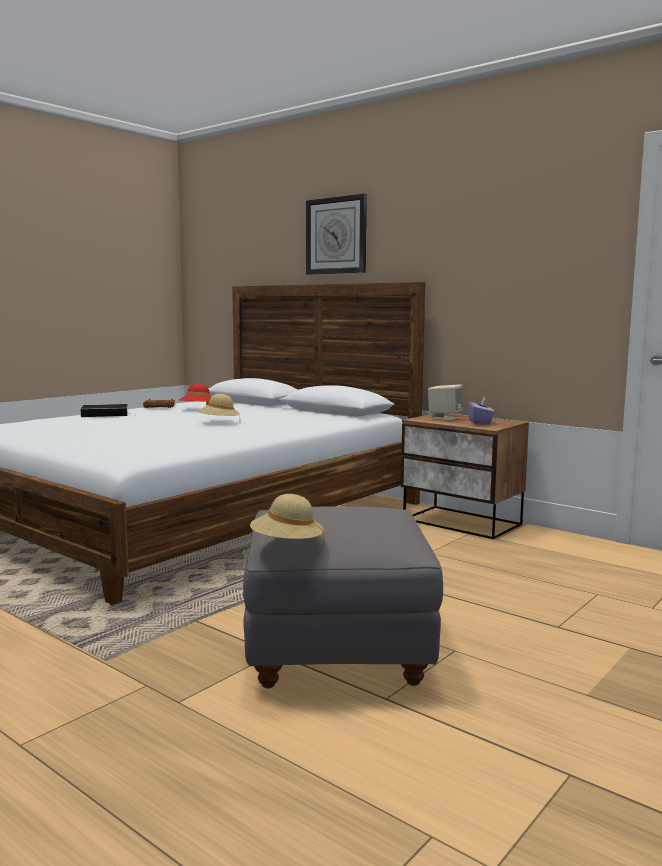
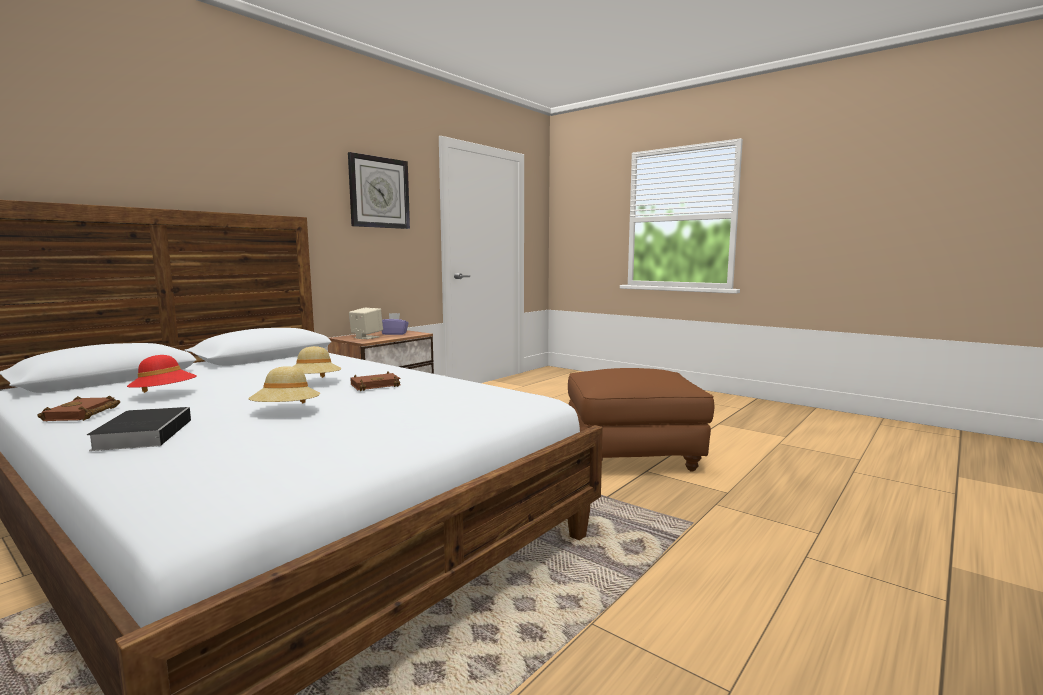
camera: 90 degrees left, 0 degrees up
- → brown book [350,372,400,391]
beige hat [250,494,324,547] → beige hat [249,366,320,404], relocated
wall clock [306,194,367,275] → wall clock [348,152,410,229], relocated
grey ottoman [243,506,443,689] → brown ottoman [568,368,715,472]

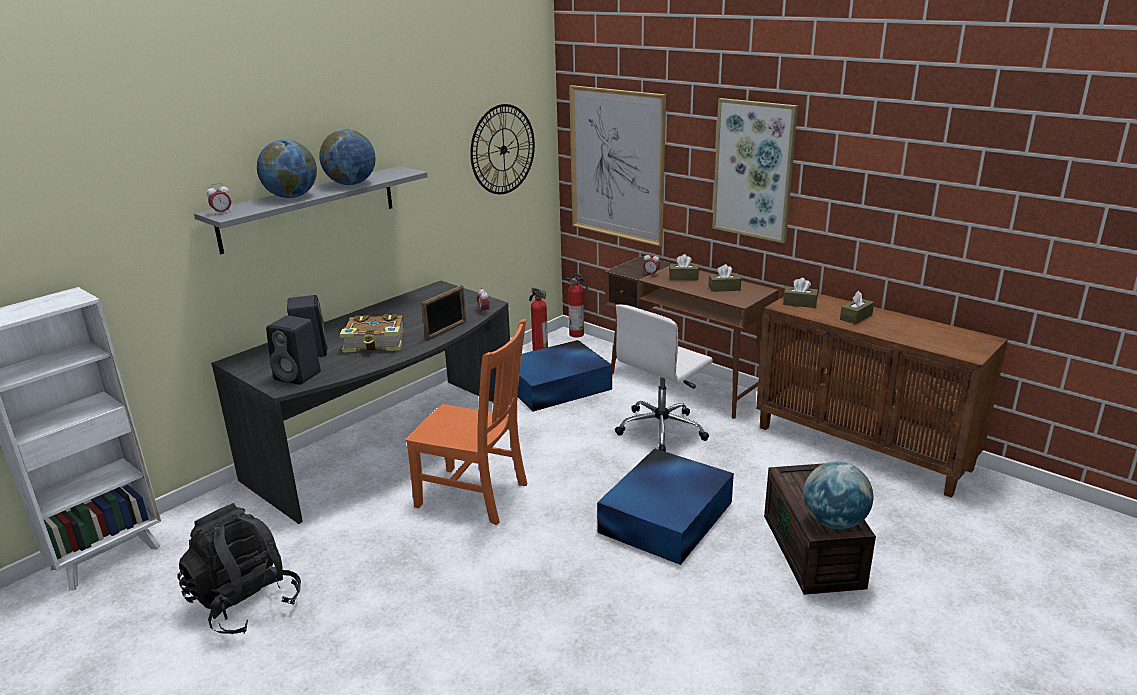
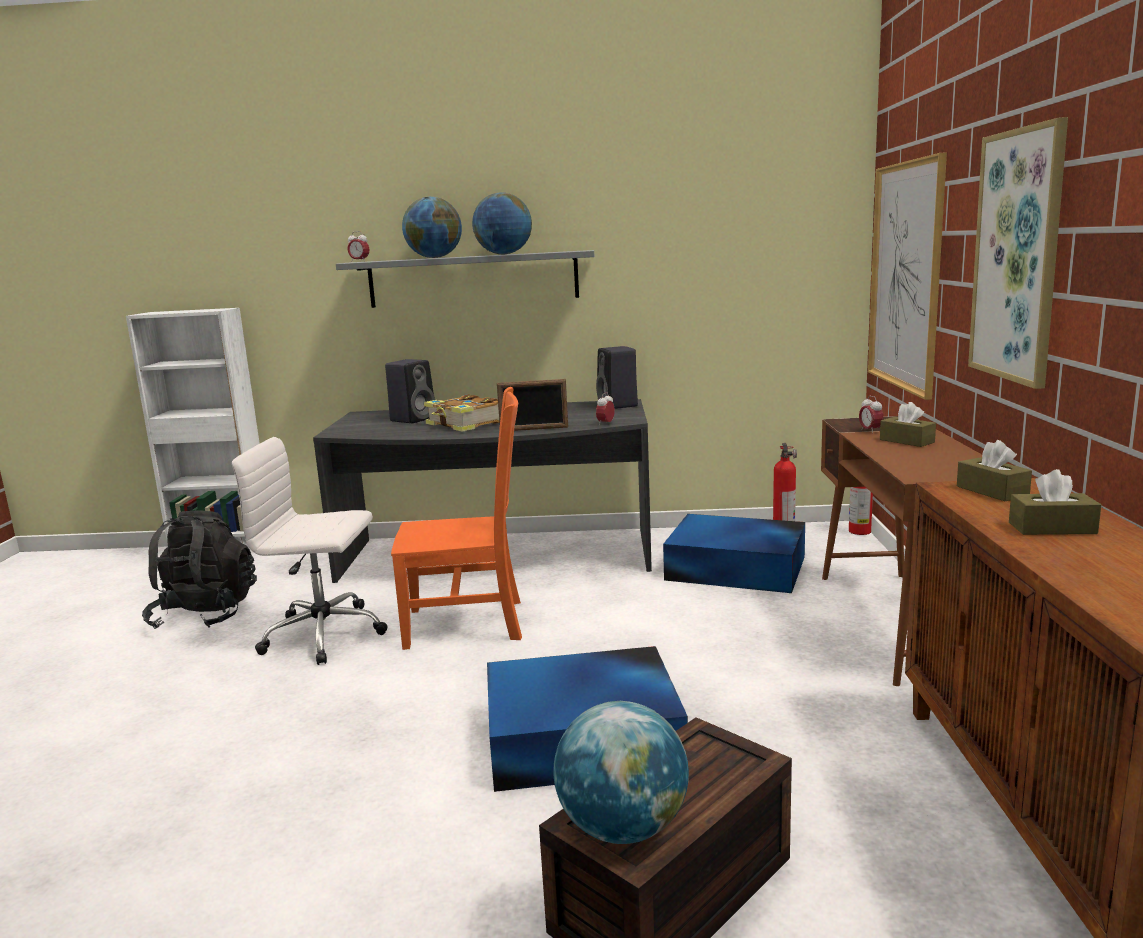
camera: 50 degrees right, 10 degrees down
wall clock [470,104,535,194] → -
brown tissue box [708,264,741,292] → -
black speaker [266,316,321,385] → black speaker [596,346,638,409], relocated
white office chair [615,304,713,452] → white office chair [232,437,387,665], relocated
orange chair [406,319,527,525] → orange chair [391,387,522,650], 75 degrees counterclockwise

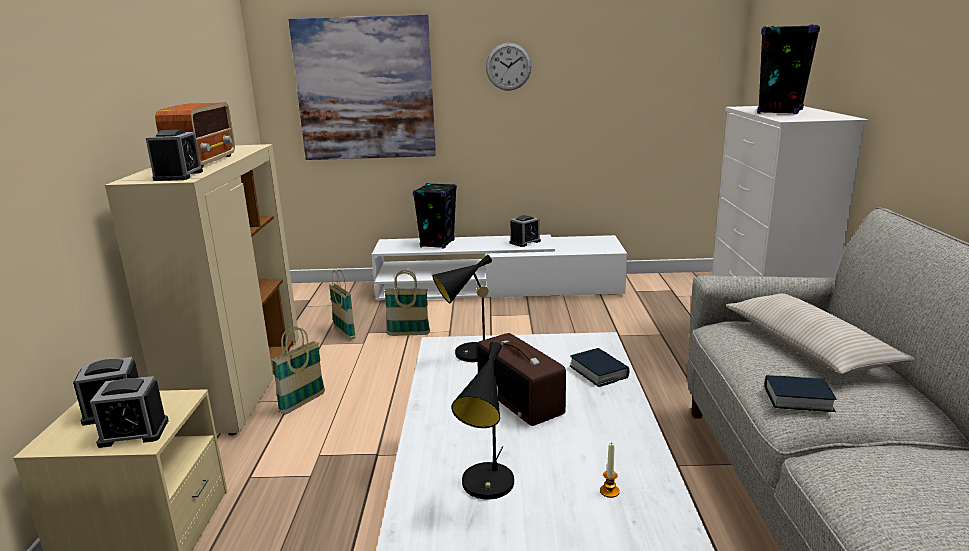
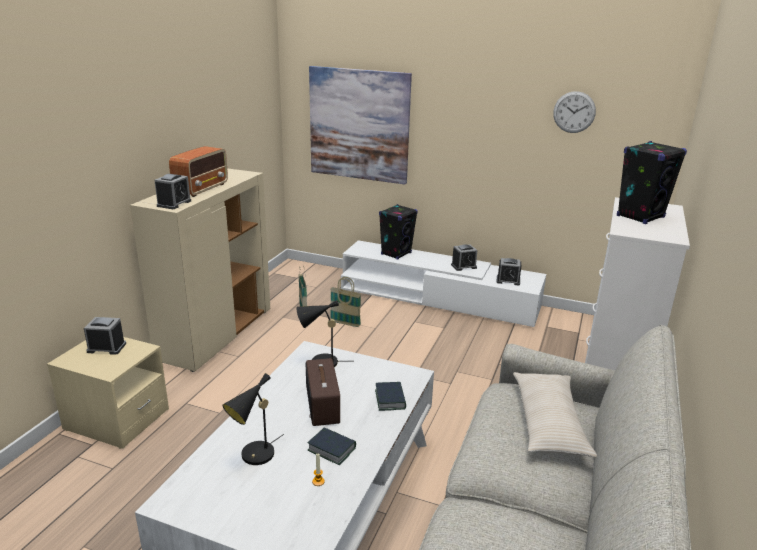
camera: 20 degrees right, 5 degrees up
basket [271,326,325,414] → -
alarm clock [90,376,169,448] → alarm clock [496,258,521,286], relocated
wall clock [486,43,532,91] → wall clock [553,91,596,133], relocated
book [764,375,836,412] → book [308,427,356,465], relocated

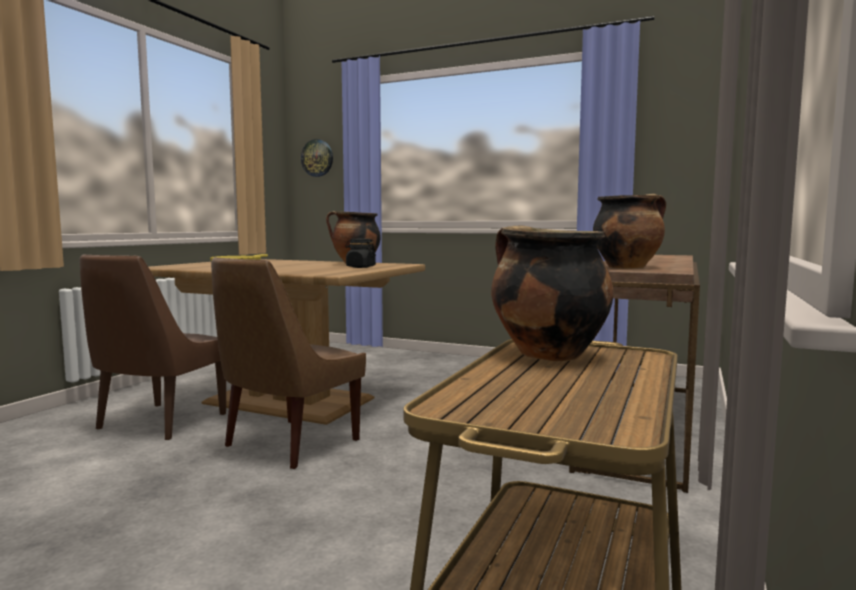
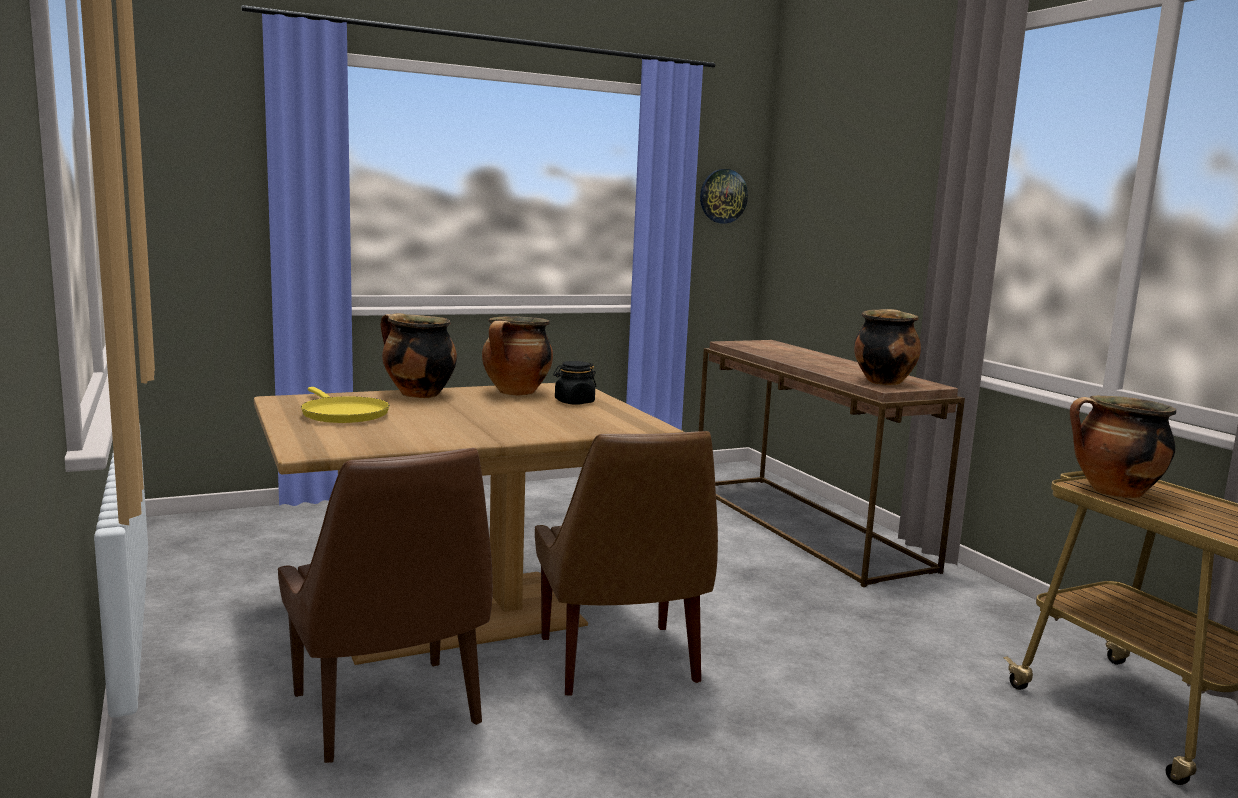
camera: 50 degrees left, 5 degrees up
- → cooking pot [381,313,457,398]
wall clock [301,139,333,177] → wall clock [700,169,748,224], relocated

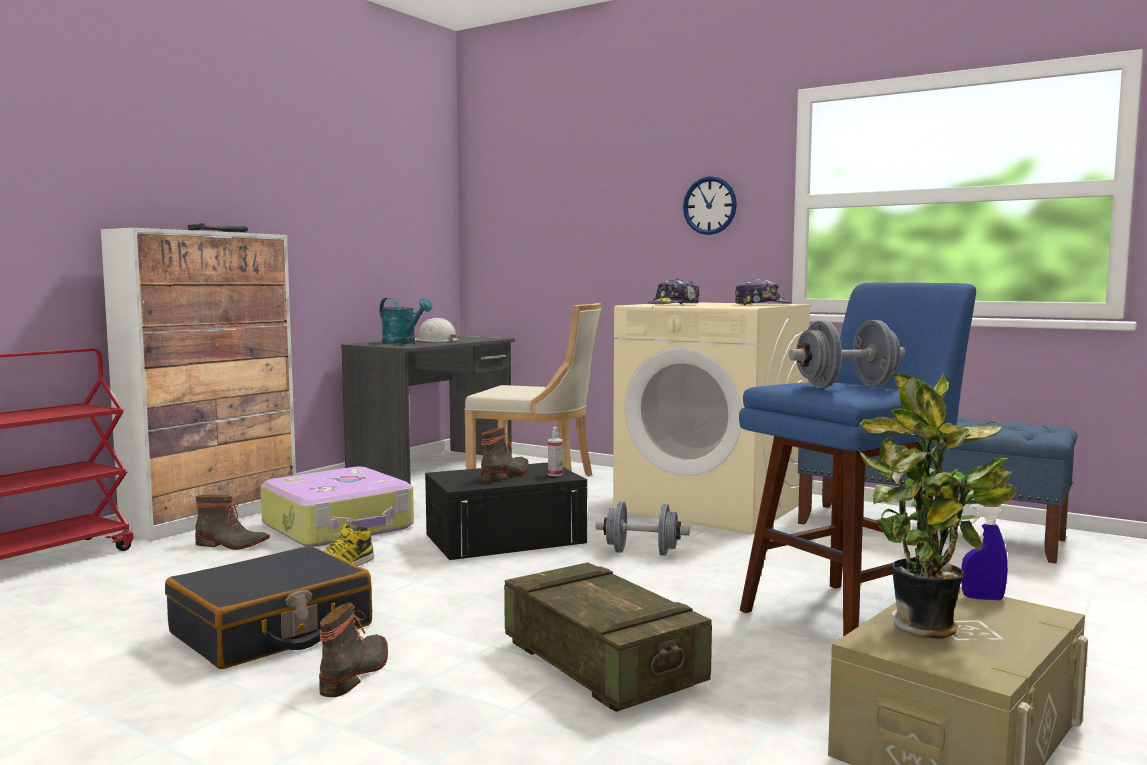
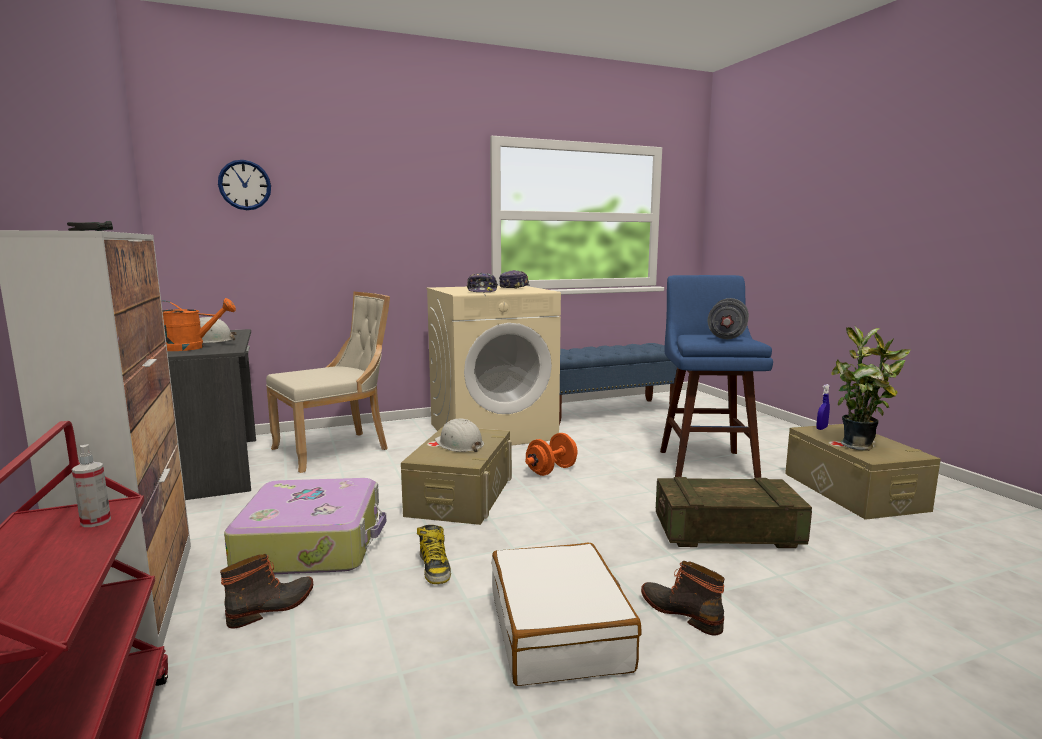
camera: 55 degrees left, 5 degrees up
spray bottle [548,427,563,476] → spray bottle [72,444,111,527], relocated
wall clock [683,176,737,235] → wall clock [218,160,271,210], relocated
boot [481,428,529,483] → white hard hat [435,418,484,452]
black suitcase [165,546,372,669] → white suitcase [492,543,642,686]
turquoise watering can [380,298,432,344] → orange watering can [161,298,236,351]
black storage box [425,462,587,560] → beige storage box [401,427,512,525]
grey dumbbell [596,501,690,556] → orange dumbbell [525,433,578,476]

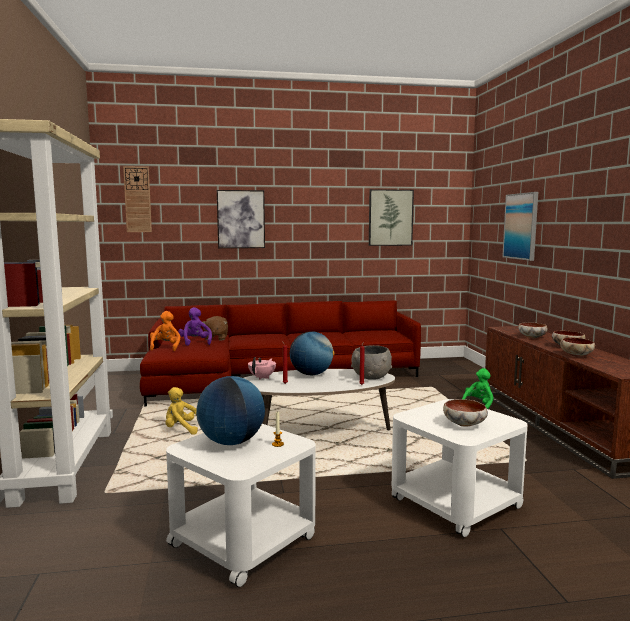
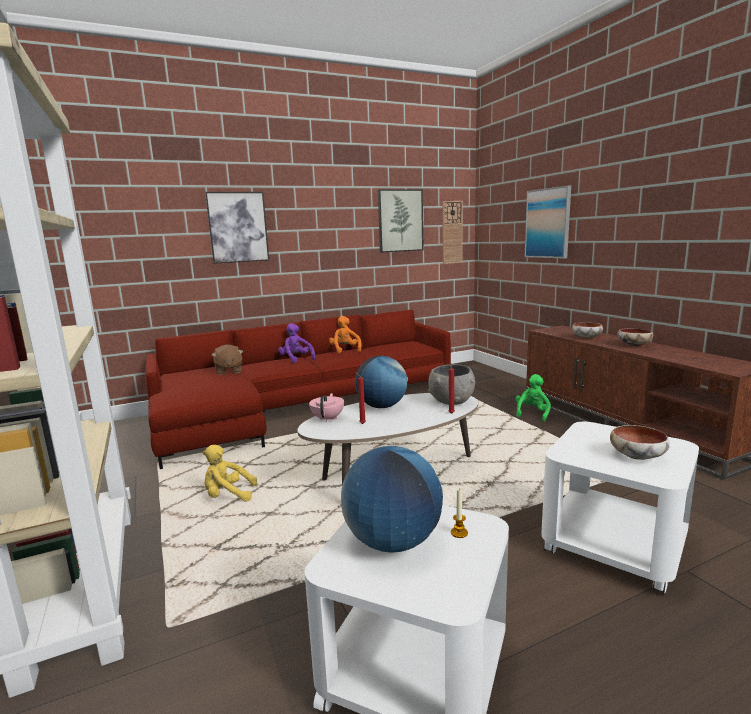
camera: 15 degrees left, 5 degrees up
bowl [560,337,595,357] → -
wall clock [123,166,152,232] → wall clock [442,201,463,264], relocated
orange plush toy [150,311,180,351] → orange plush toy [329,316,362,354], relocated
purple plush toy [178,307,212,346] → purple plush toy [278,323,316,363], relocated

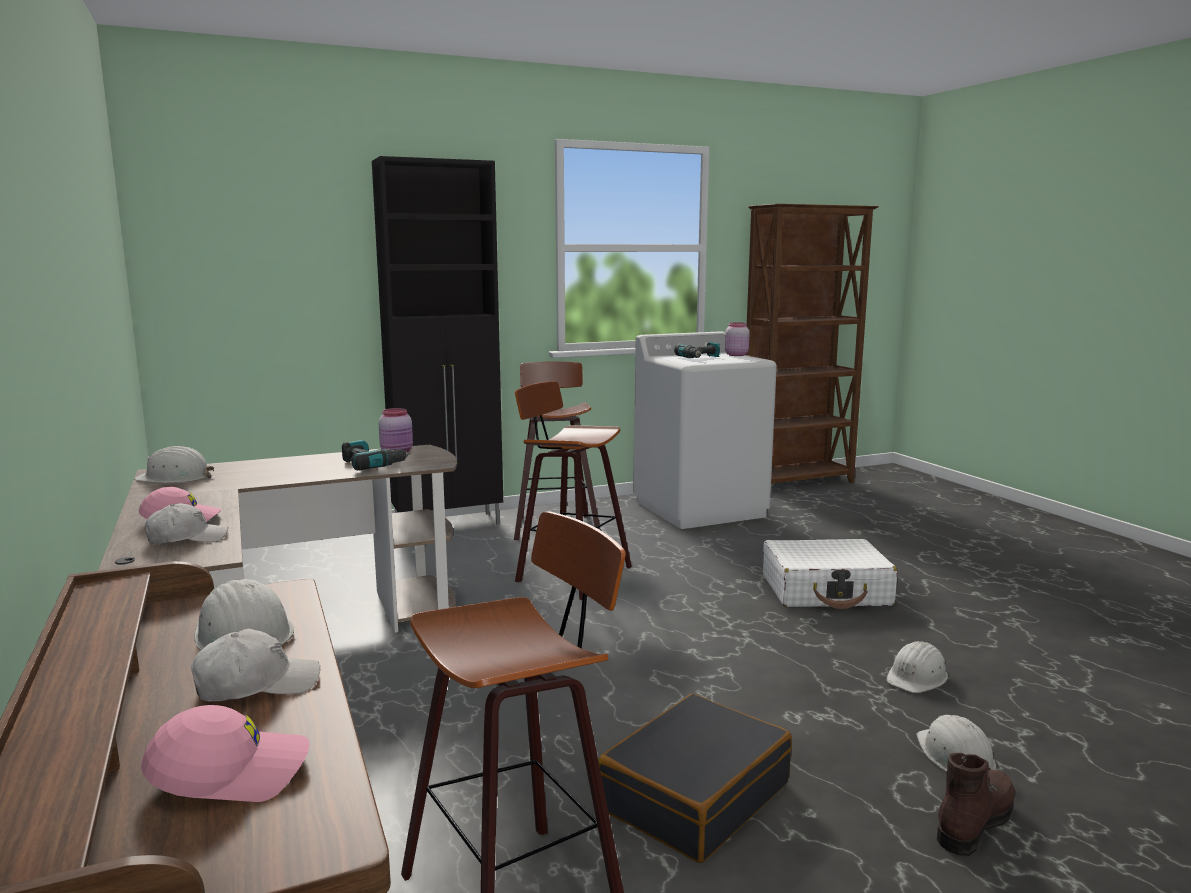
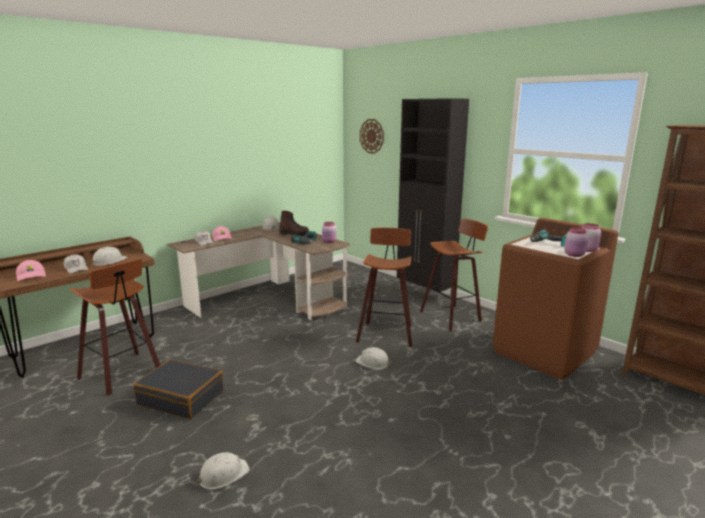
camera: 70 degrees right, 5 degrees up
white suitcase [763,539,897,609] → -
- → wall clock [360,119,384,154]
- → pink jar [564,227,588,257]
white hard hat [886,641,948,693] → white hard hat [355,347,392,369], relocated
brown boot [937,753,1015,856] → brown boot [279,211,309,236], relocated
white washing machine [633,331,777,529] → brown washing machine [493,218,619,380]

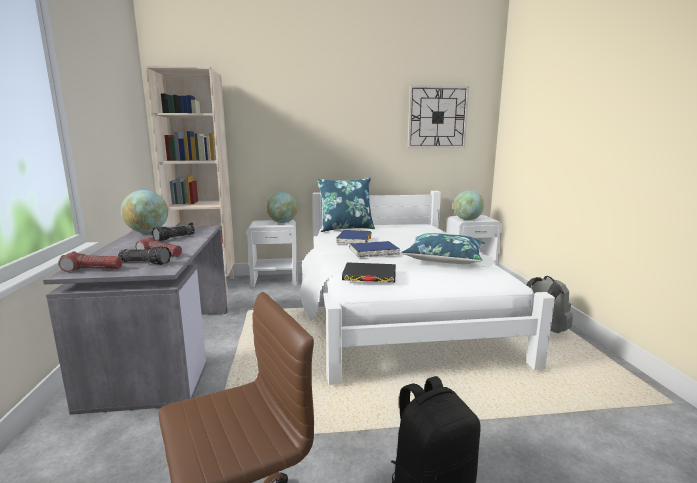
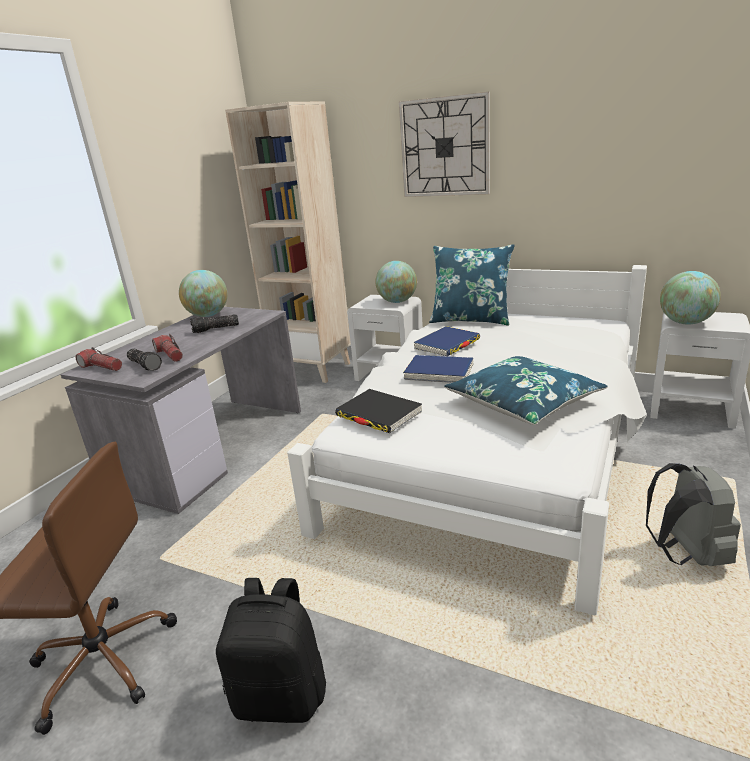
camera: 35 degrees right, 10 degrees up
wall clock [408,85,469,148] → wall clock [399,92,490,197], relocated

